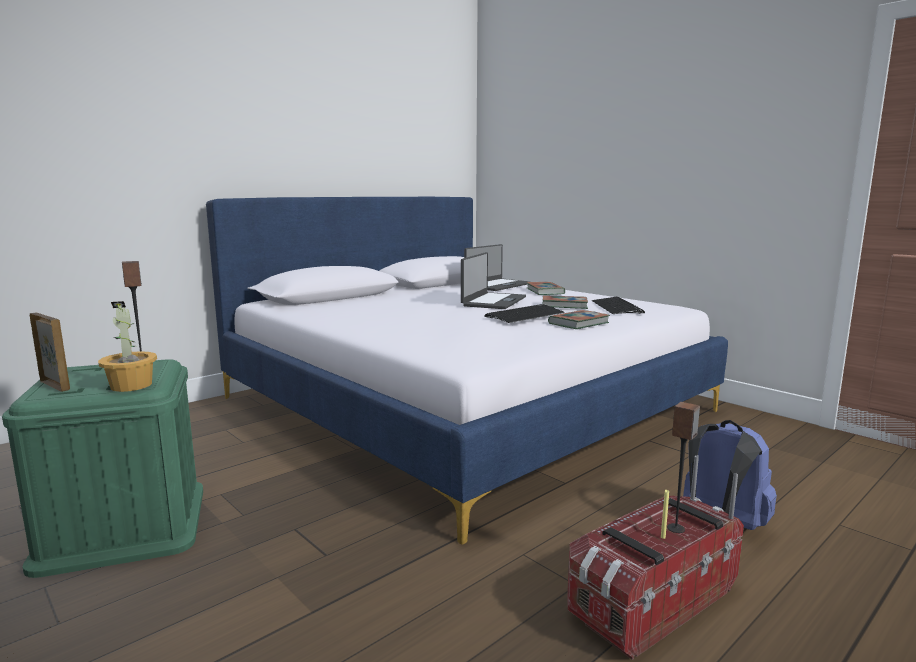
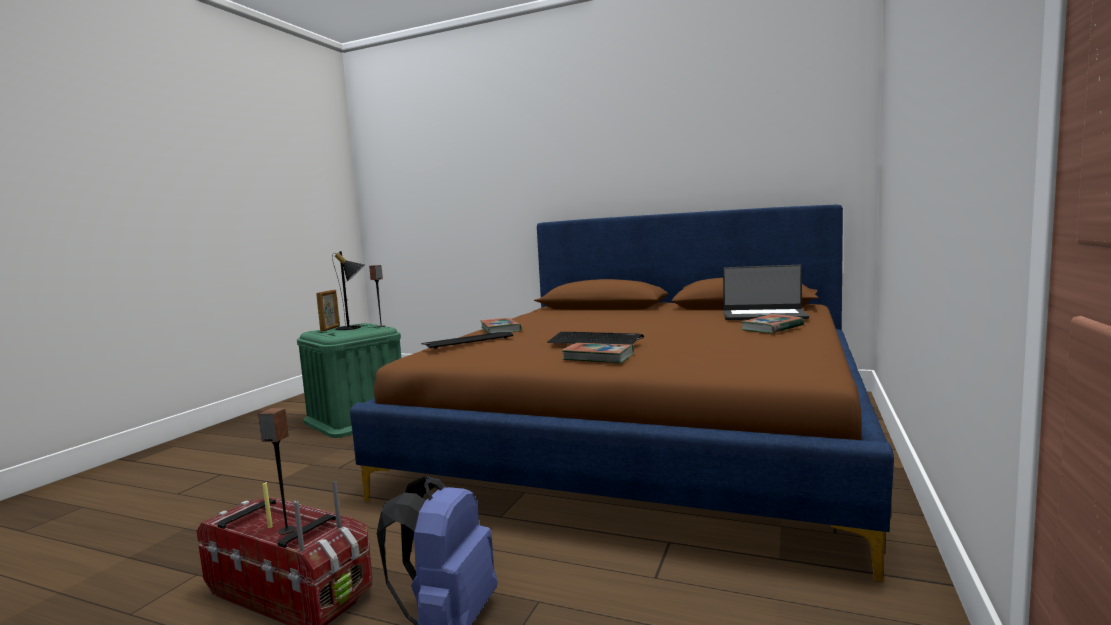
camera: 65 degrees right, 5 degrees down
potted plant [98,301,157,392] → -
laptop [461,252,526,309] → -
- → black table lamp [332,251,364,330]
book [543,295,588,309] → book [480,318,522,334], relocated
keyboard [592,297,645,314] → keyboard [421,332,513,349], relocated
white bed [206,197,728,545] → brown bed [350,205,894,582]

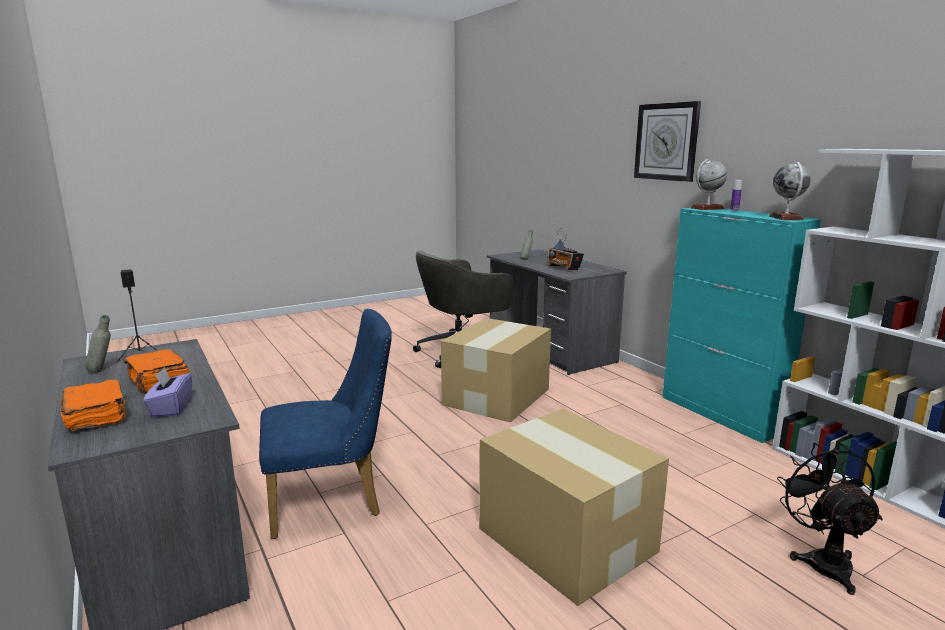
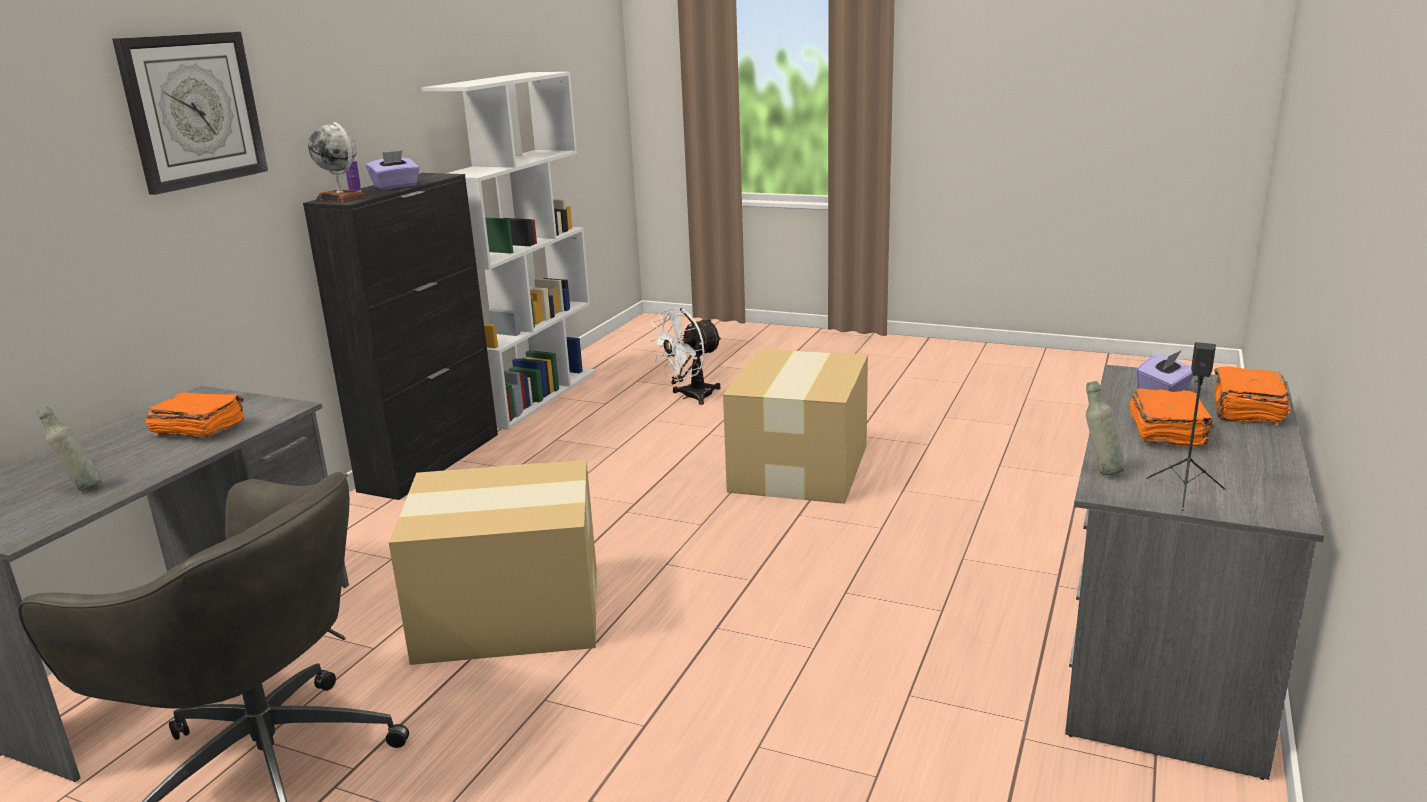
camera: 125 degrees left, 5 degrees up
blue chair [259,309,392,539] → -
globe [769,162,811,220] → -
- → purple tissue box [366,150,420,190]
grey bottle [85,315,111,372] → grey bottle [1086,381,1125,475], relocated
radio [547,228,584,270] → orange book [146,392,244,438]
turquoise cabinet [662,208,821,443] → black cabinet [303,173,498,500]
black fan [777,443,883,595] → white fan [650,308,722,405]

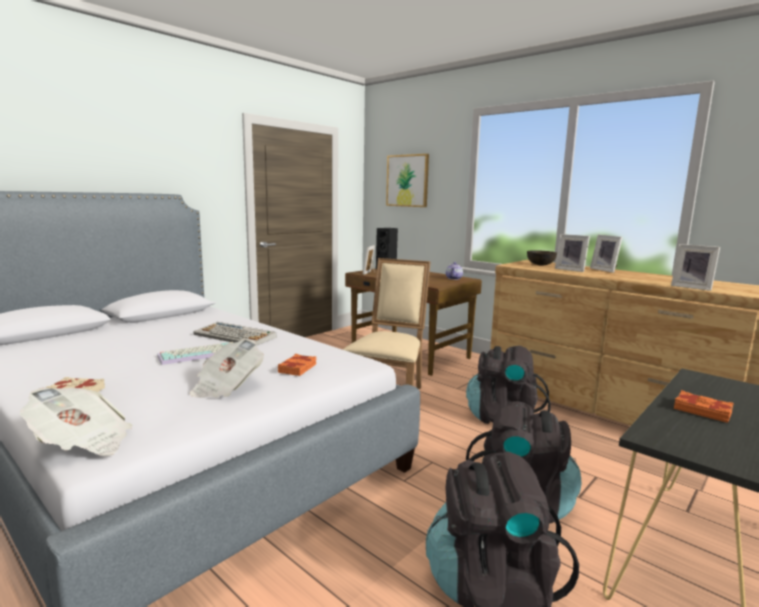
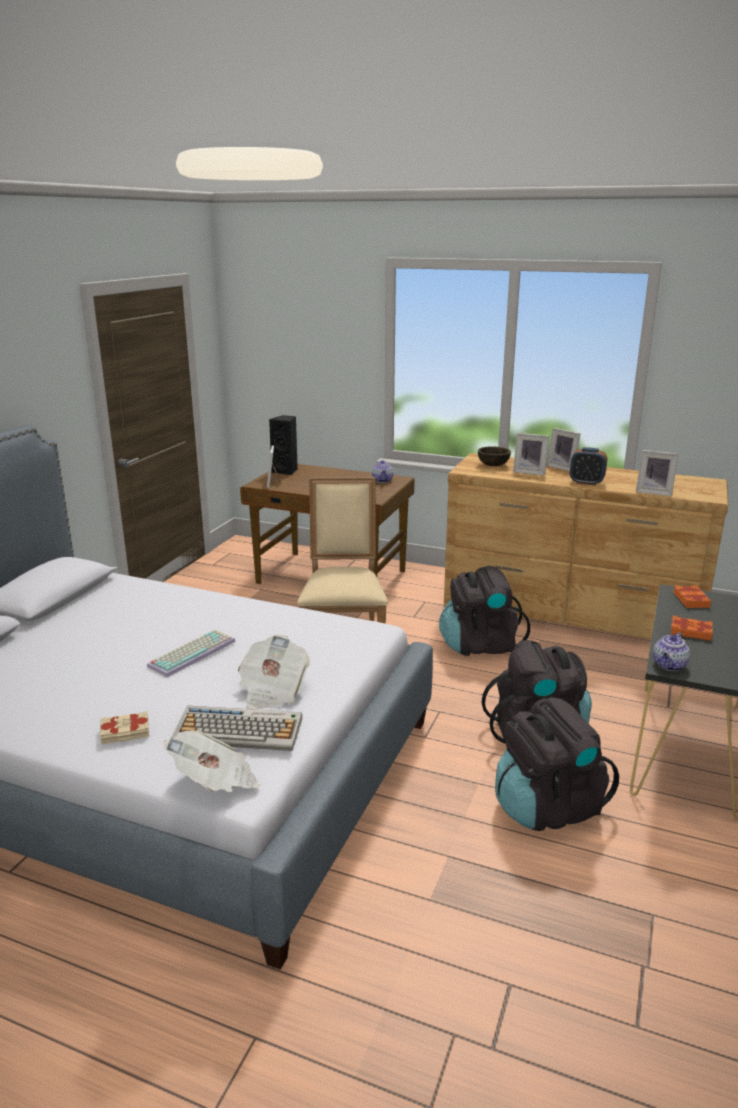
camera: 20 degrees left, 10 degrees up
picture [386,154,429,207] → -
- → alarm clock [570,447,607,486]
- → teapot [653,632,690,671]
keyboard [193,322,277,345] → keyboard [171,706,302,751], relocated
orange book [278,354,317,376] → orange book [673,585,711,608], relocated

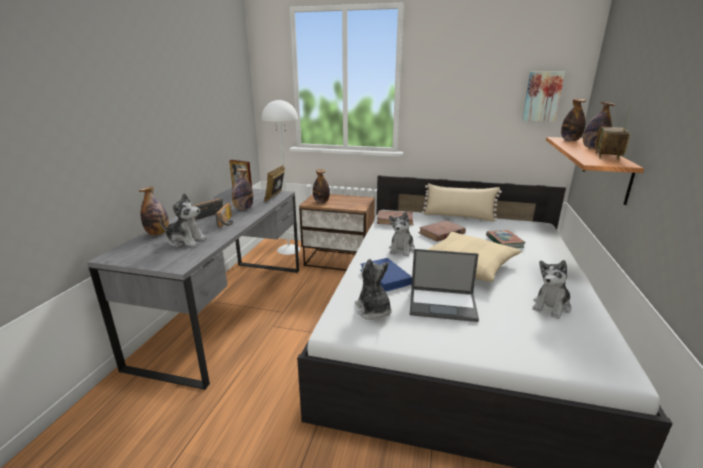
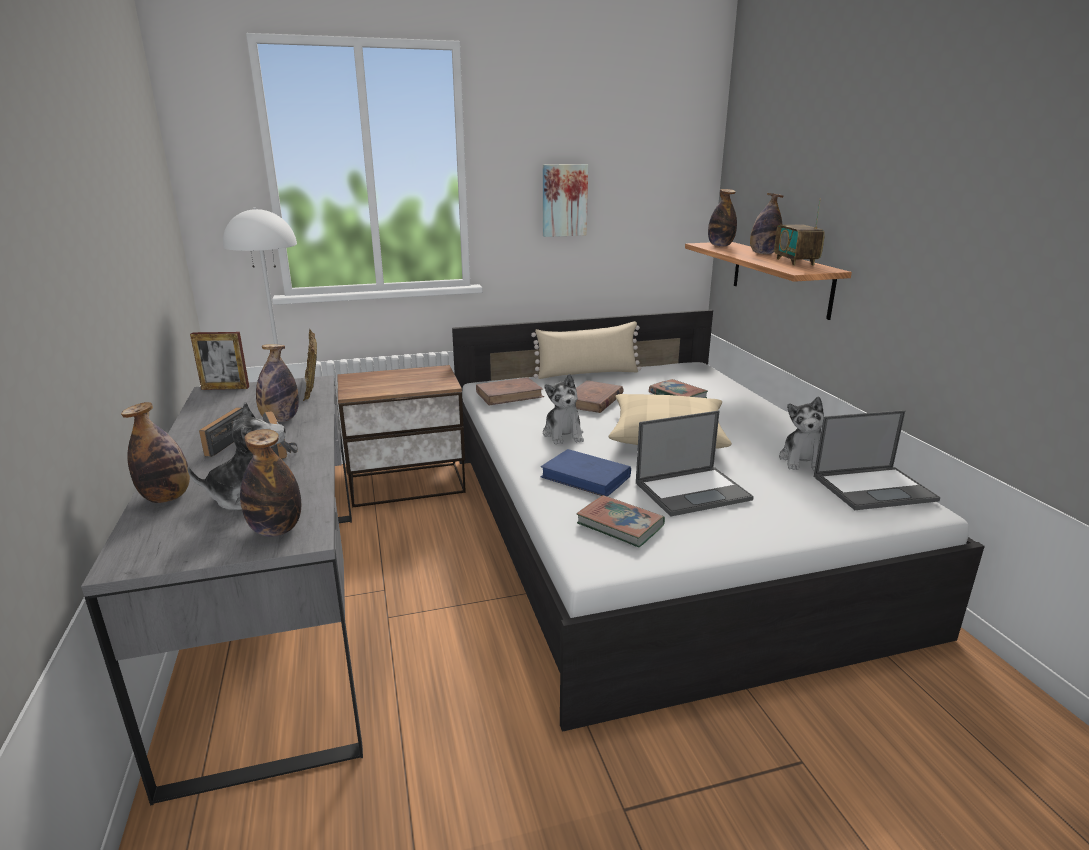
camera: 30 degrees left, 0 degrees up
- → laptop [814,410,940,510]
bottle [313,169,330,203] → bottle [240,429,301,537], relocated
picture [522,72,565,122] → picture [543,164,588,237], relocated
plush toy [355,259,392,320] → book [577,495,665,547]

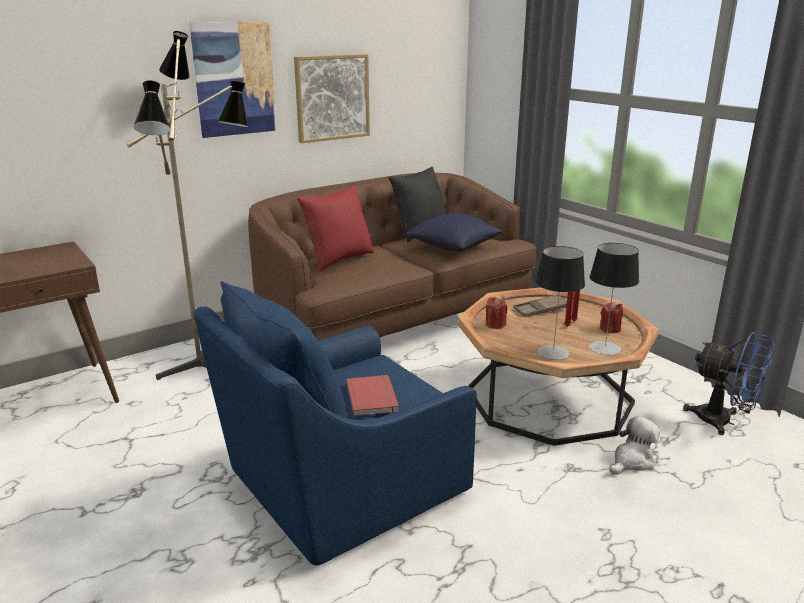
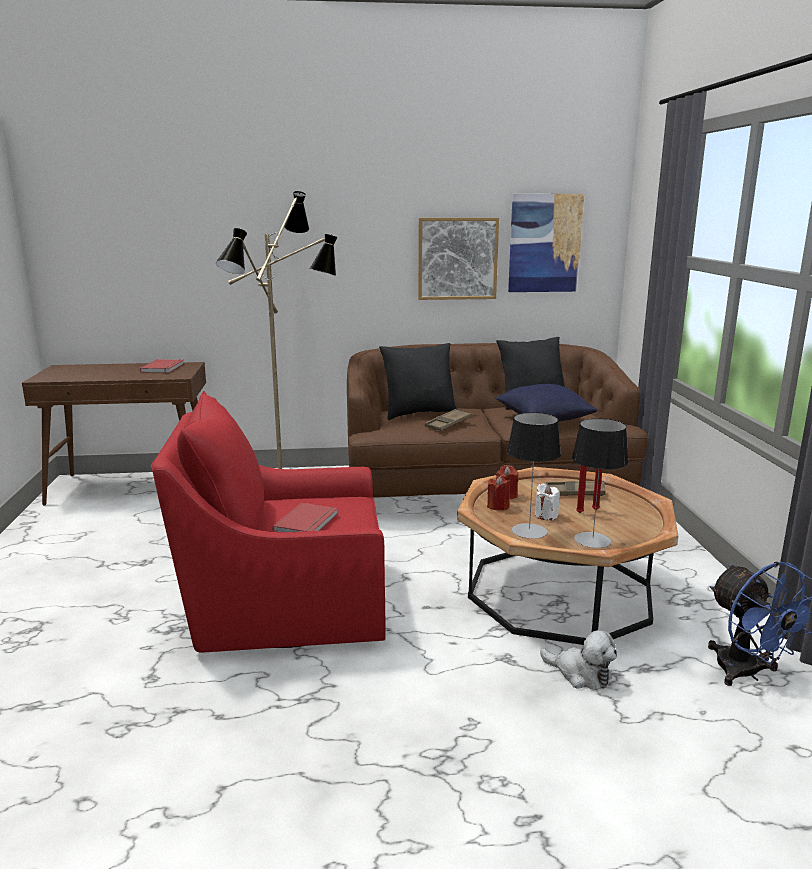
camera: 30 degrees right, 5 degrees down
- → red book [140,359,184,373]
- → brown tray [425,409,471,431]
- → white candle [535,484,560,520]
picture [189,22,277,138] → picture [508,194,584,292], relocated
red candle [600,302,623,333] → red candle [487,476,511,511], relocated
blue armchair [193,281,477,565] → red armchair [151,391,386,653]
red pillow [297,186,374,272] → black pillow [379,343,457,420]
plush toy [609,416,660,475] → plush toy [540,630,617,690], 45 degrees clockwise

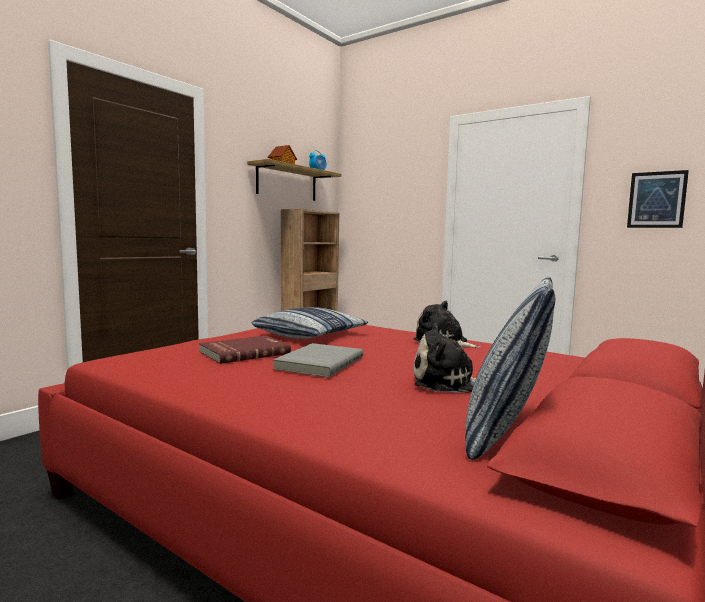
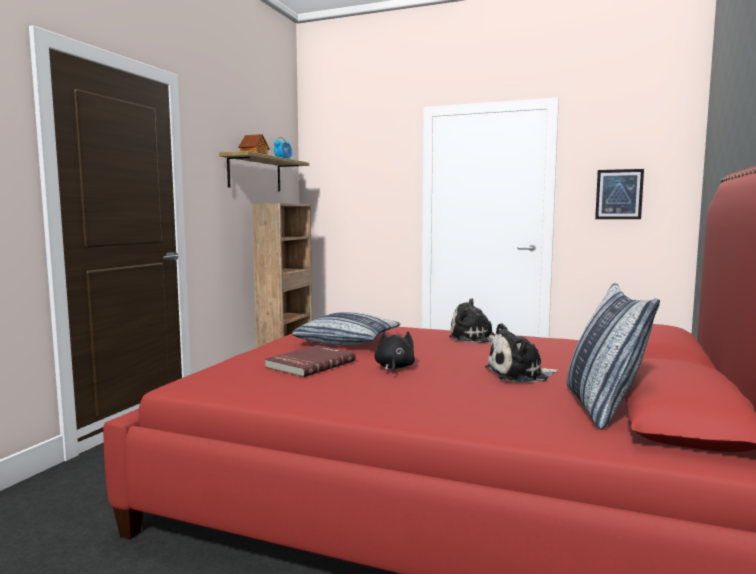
camera: 15 degrees left, 0 degrees up
grey book [273,343,363,378] → black plush toy [374,331,415,374]

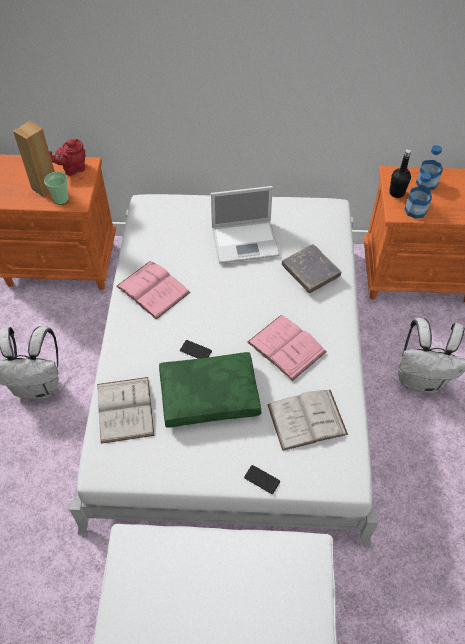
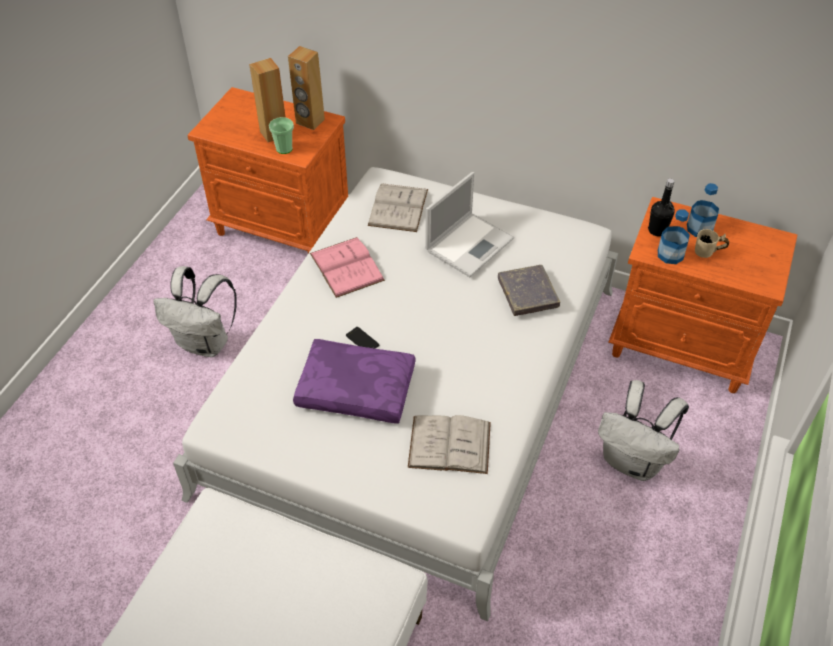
camera: 20 degrees right, 5 degrees down
phone [244,465,280,494] → -
pink book [247,315,327,381] → -
- → beige mug [695,229,729,258]
white book [97,377,155,444] → white book [368,183,428,232], relocated
red teapot [49,139,85,176] → brown speaker [288,46,325,130]
green pillow [159,352,262,428] → purple pillow [293,339,415,424]
laptop [211,186,280,264] → laptop [425,172,514,277], 60 degrees counterclockwise

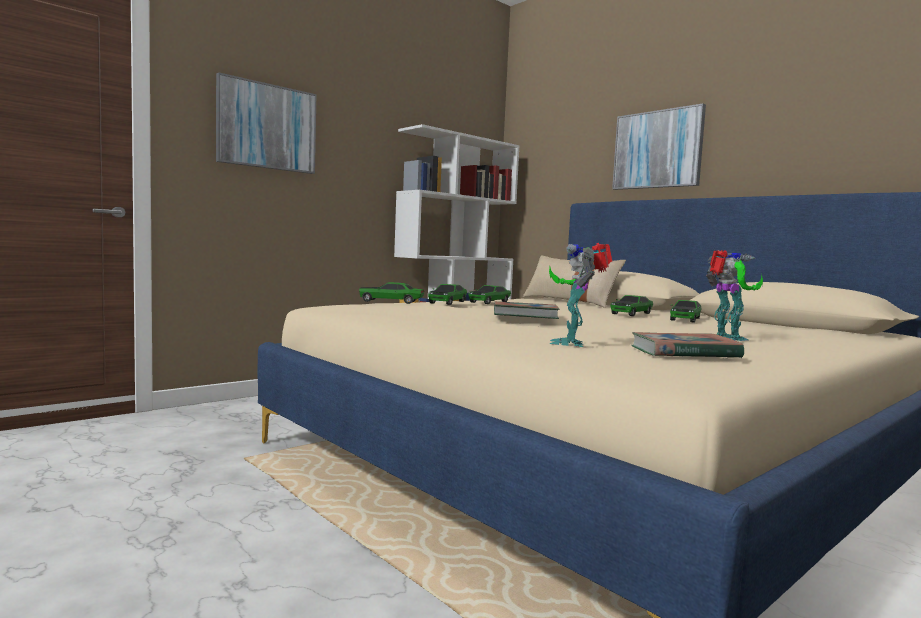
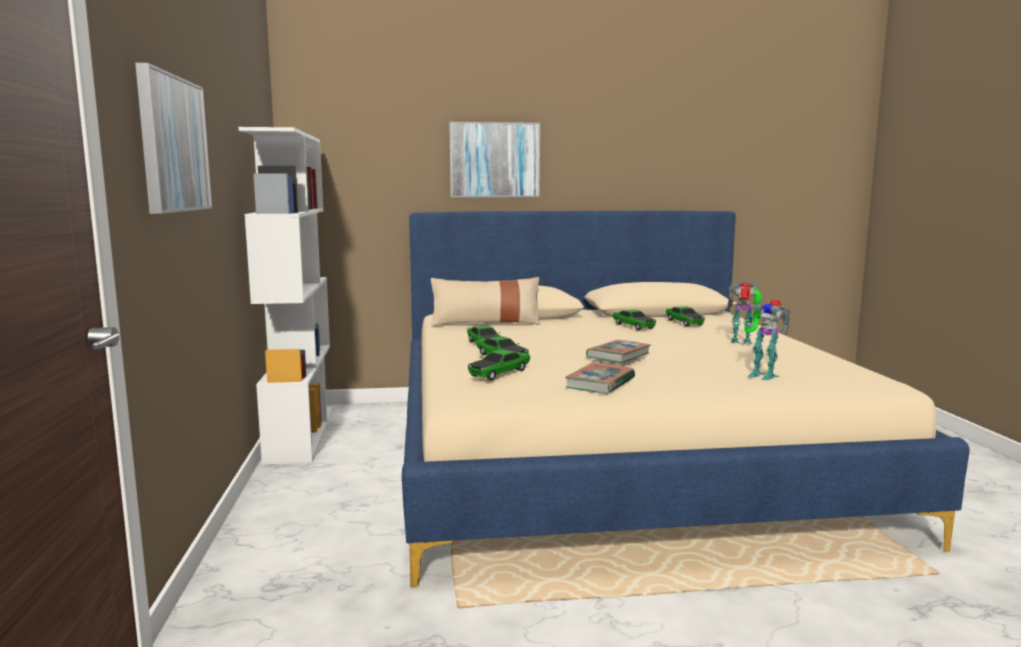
camera: 55 degrees left, 5 degrees up
toy car [611,295,653,316] → toy car [666,306,705,326], relocated
book [631,332,744,358] → book [565,362,635,393], relocated

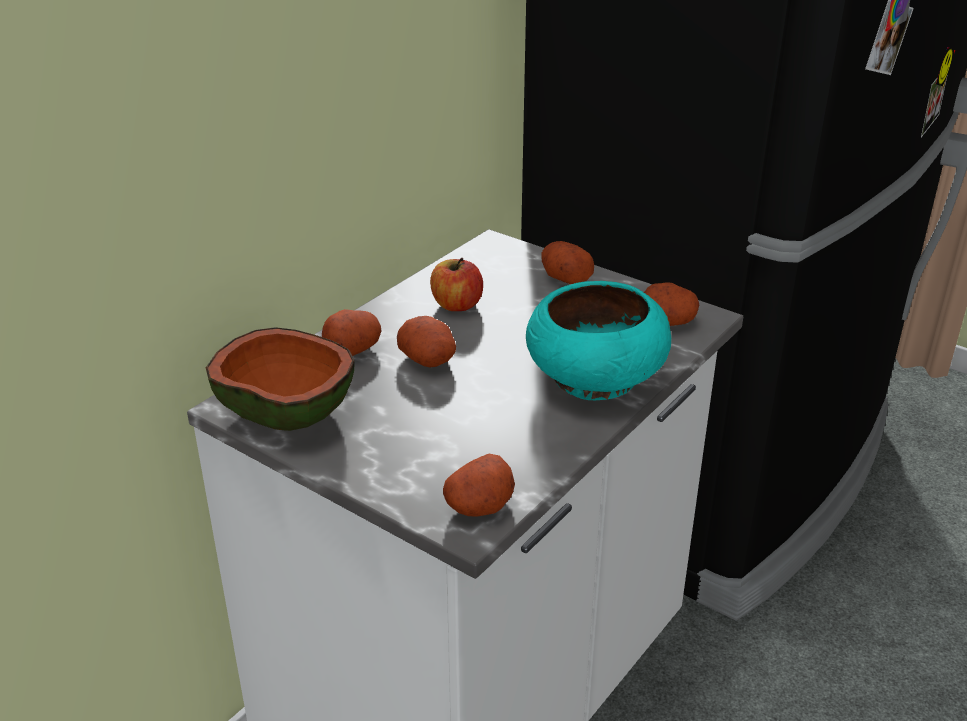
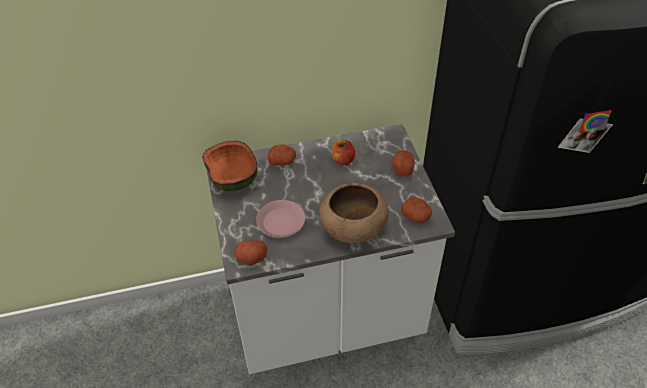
camera: 40 degrees right, 15 degrees up
potato [397,316,456,368] → -
- → pink plate [256,200,305,238]
turquoise bowl [526,281,671,400] → brown bowl [319,183,389,243]

